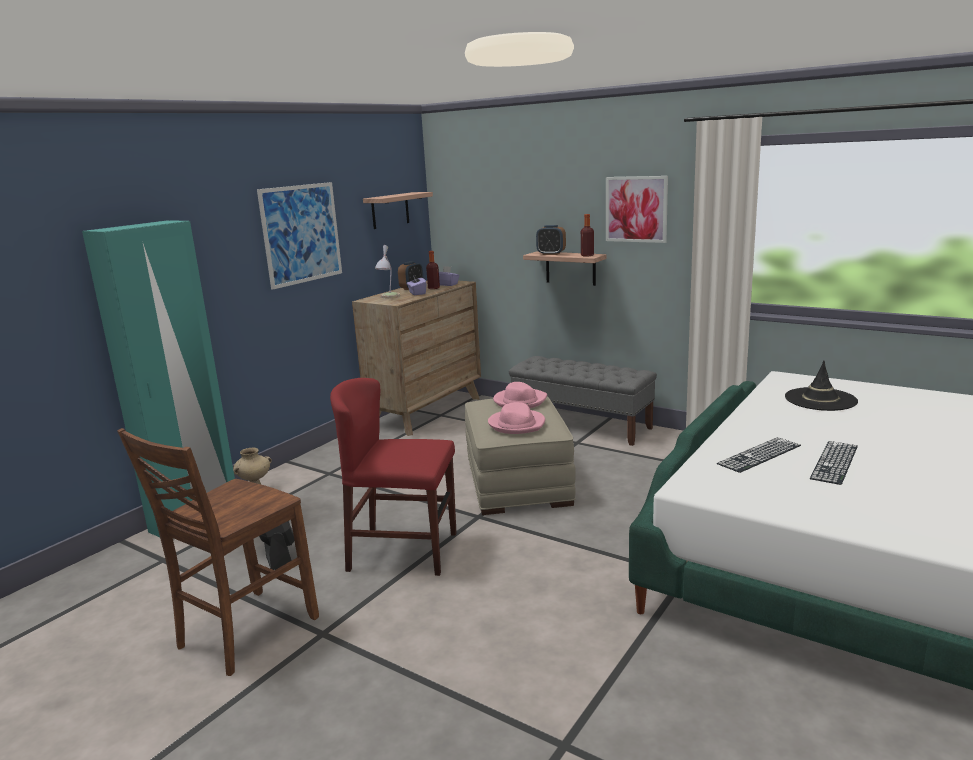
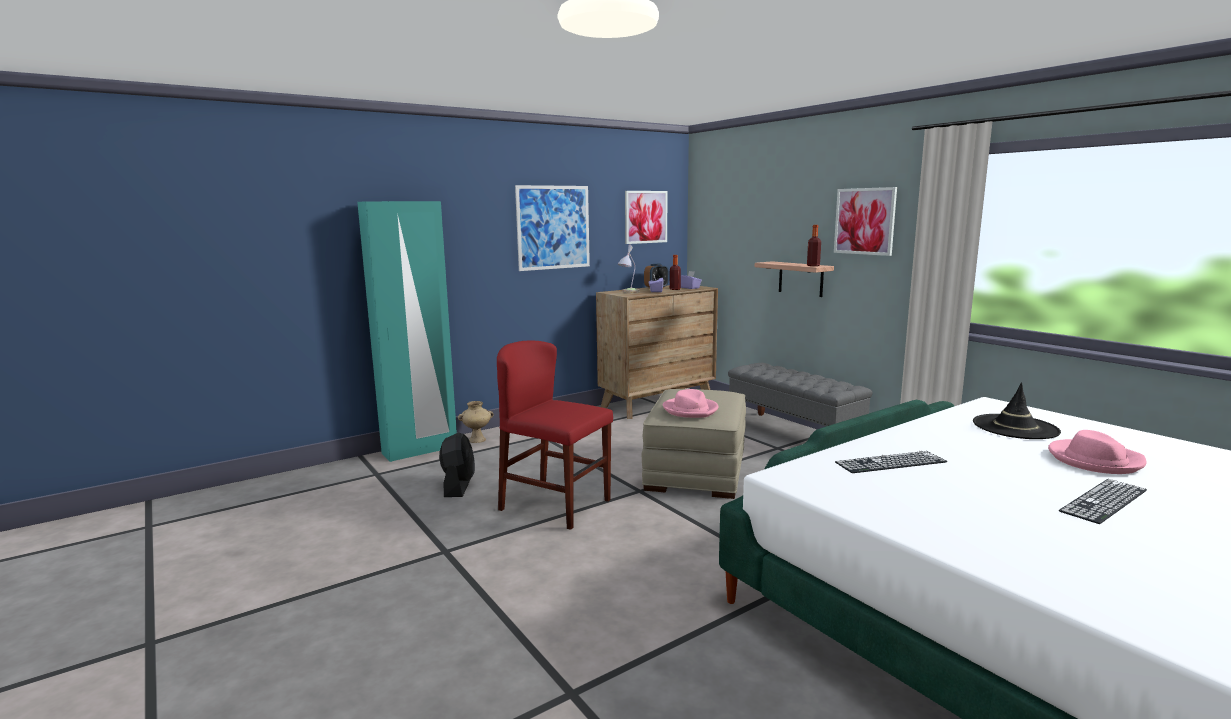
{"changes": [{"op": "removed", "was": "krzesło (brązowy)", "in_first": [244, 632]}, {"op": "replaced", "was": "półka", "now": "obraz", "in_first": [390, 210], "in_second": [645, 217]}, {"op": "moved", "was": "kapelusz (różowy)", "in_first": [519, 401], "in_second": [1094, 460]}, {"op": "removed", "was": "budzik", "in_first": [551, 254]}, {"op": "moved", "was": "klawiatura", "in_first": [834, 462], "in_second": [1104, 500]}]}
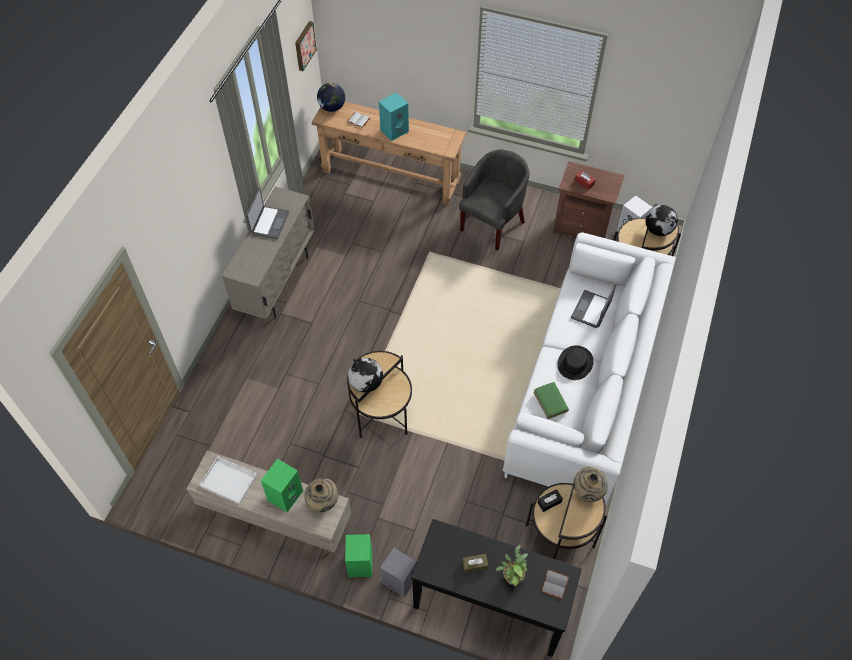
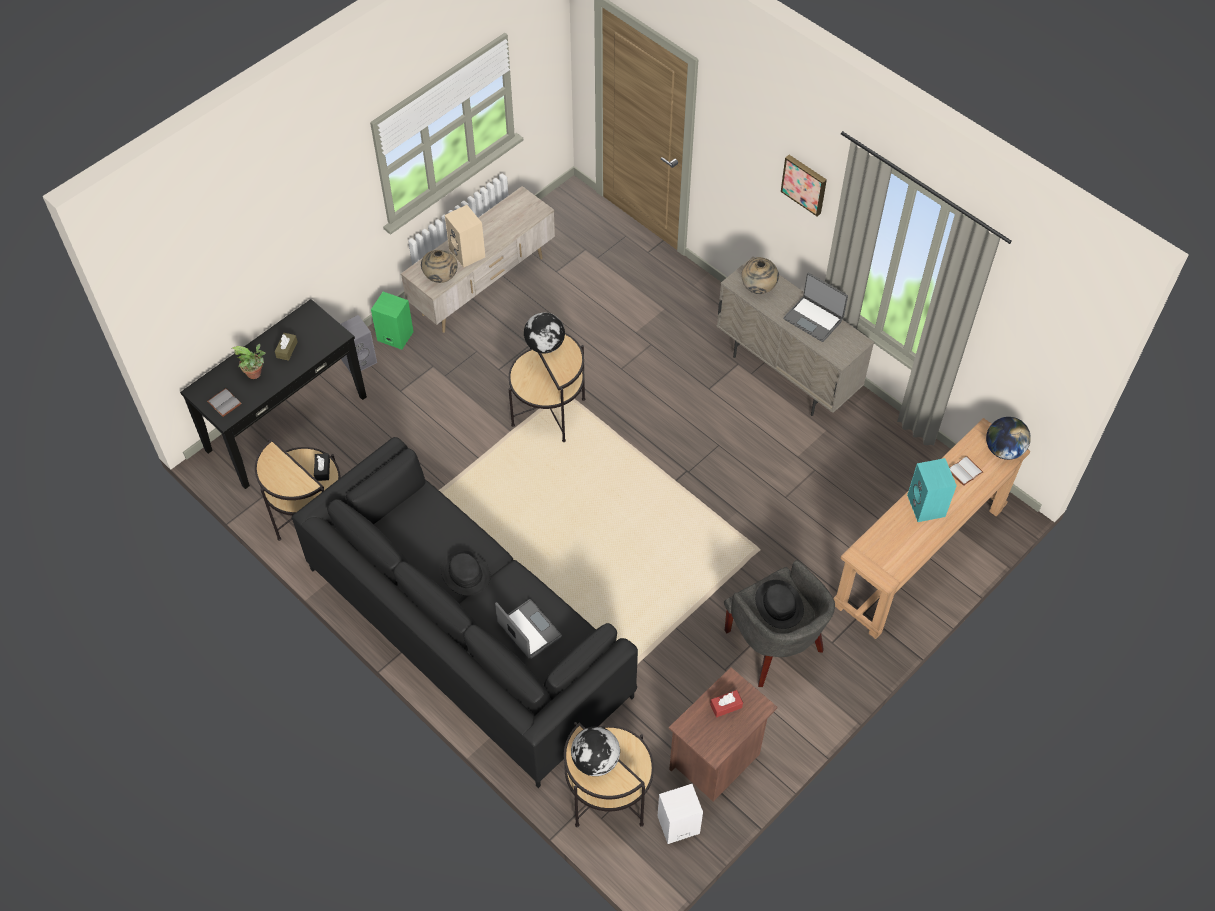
{"changes": [{"op": "removed", "was": "taca (biały)", "in_first": [227, 480]}, {"op": "recoloured", "was": "głośnik (zielony)", "now": "głośnik (beżowy)", "in_first": [285, 494], "in_second": [468, 253]}, {"op": "moved", "was": "obraz", "in_first": [304, 45], "in_second": [805, 184]}, {"op": "recoloured", "was": "kanapa (biały)", "now": "kanapa (czarny)", "in_first": [585, 384], "in_second": [468, 631]}, {"op": "removed", "was": "książka (zielony)", "in_first": [550, 402]}, {"op": "moved", "was": "wazon (beżowy)", "in_first": [587, 492], "in_second": [758, 289]}, {"op": "added", "now": "kapelusz (czarny)", "in_second": [779, 605]}]}
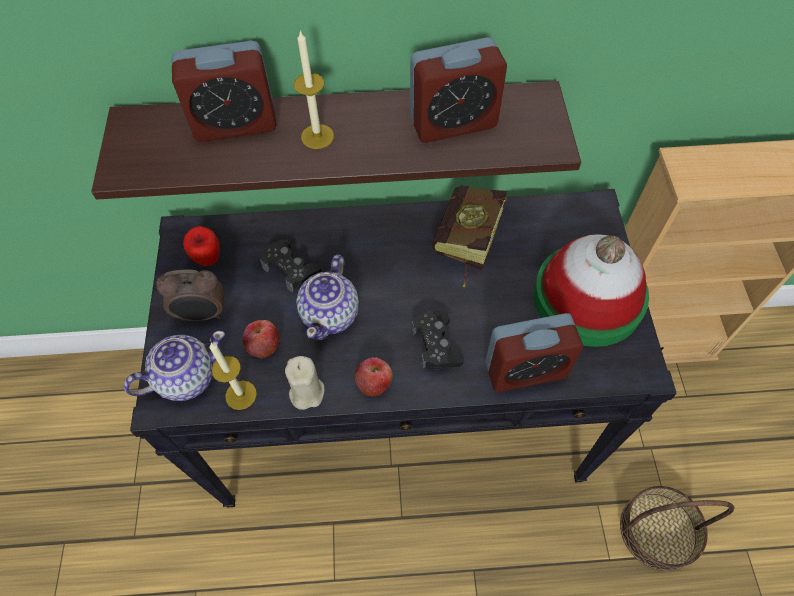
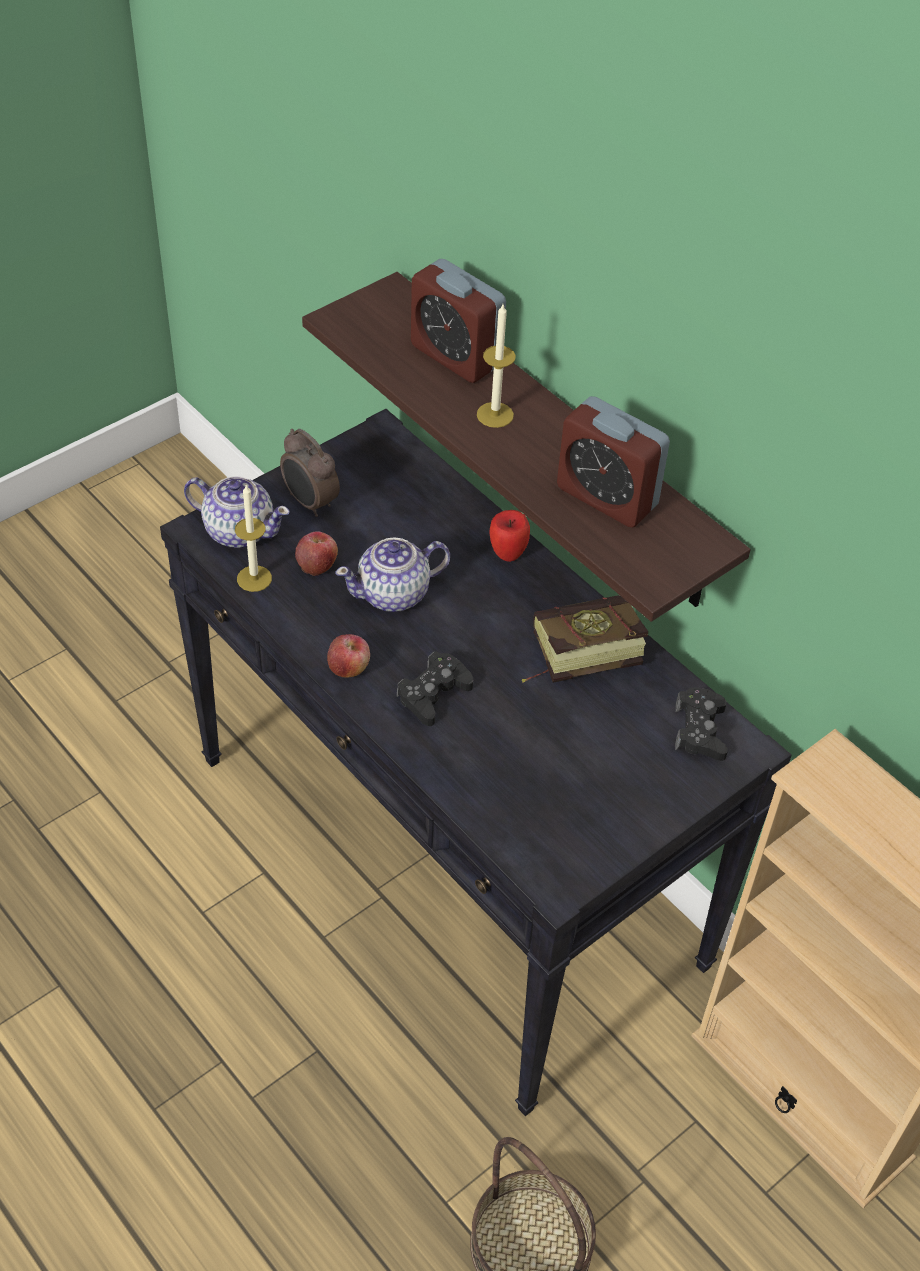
{"changes": [{"op": "moved", "was": "jabłko", "in_first": [208, 259], "in_second": [507, 554]}, {"op": "moved", "was": "pad do gier (czarny)", "in_first": [291, 269], "in_second": [700, 730]}, {"op": "removed", "was": "świeca (beżowy)", "in_first": [306, 392]}, {"op": "removed", "was": "budzik", "in_first": [525, 370]}, {"op": "removed", "was": "kapelusz", "in_first": [588, 298]}]}
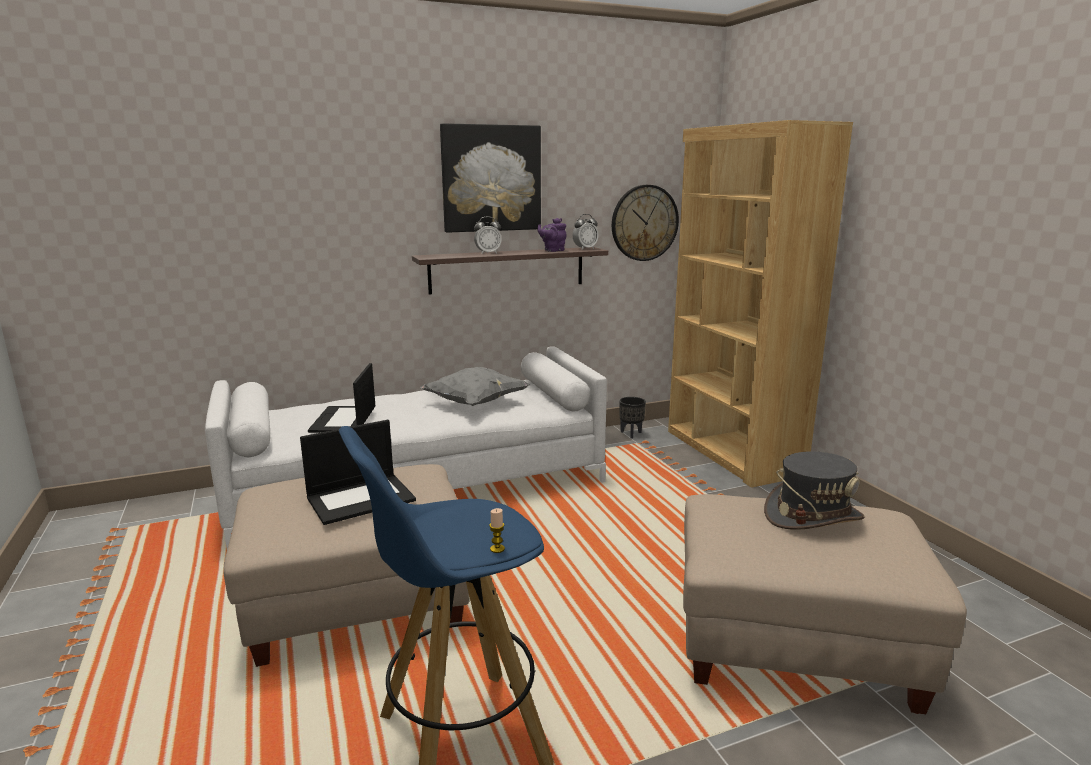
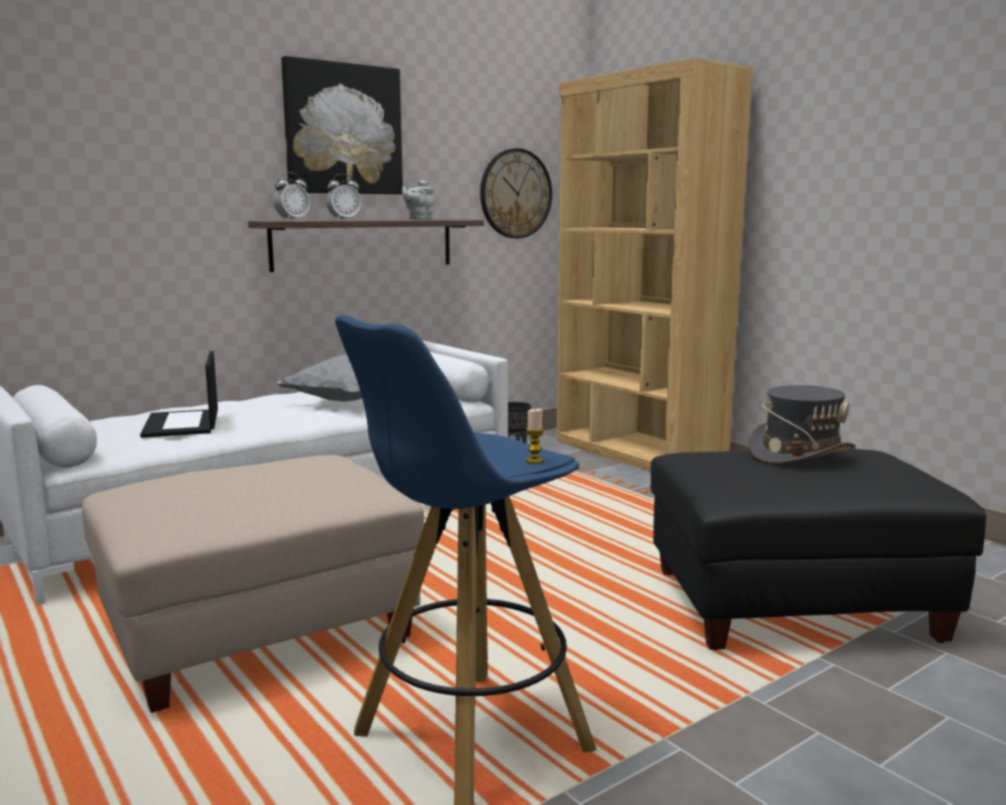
{"changes": [{"op": "removed", "was": "laptop", "in_first": [361, 498]}, {"op": "recoloured", "was": "imbryk (fioletowy)", "now": "imbryk (szary)", "in_first": [552, 250], "in_second": [419, 219]}, {"op": "moved", "was": "budzik", "in_first": [585, 249], "in_second": [292, 220]}, {"op": "recoloured", "was": "pufa (beżowy)", "now": "pufa (czarny)", "in_first": [793, 645], "in_second": [793, 605]}]}
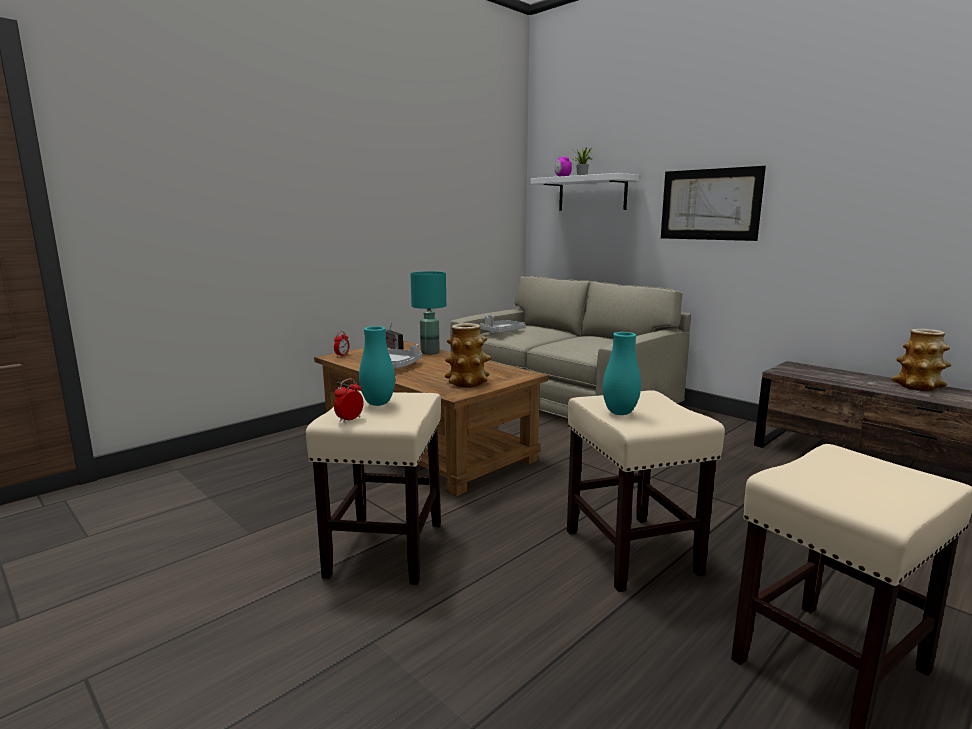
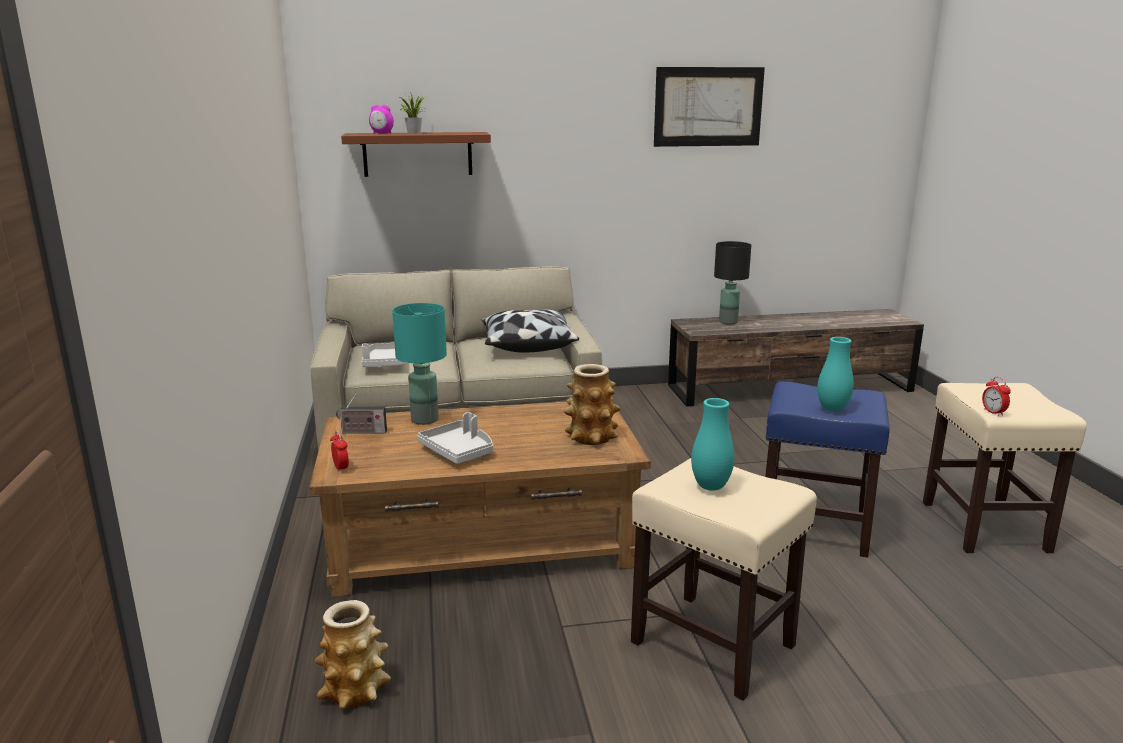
{"changes": [{"op": "moved", "was": "budzik", "in_first": [349, 419], "in_second": [993, 412]}, {"op": "recoloured", "was": "półka (biały)", "now": "półka (brązowy)", "in_first": [592, 193], "in_second": [417, 154]}, {"op": "recoloured", "was": "stołek (beżowy)", "now": "stołek (niebieski)", "in_first": [632, 552], "in_second": [815, 528]}, {"op": "moved", "was": "obraz", "in_first": [709, 204], "in_second": [708, 107]}, {"op": "moved", "was": "wazon", "in_first": [918, 387], "in_second": [356, 690]}, {"op": "added", "now": "poduszka", "in_second": [527, 345]}, {"op": "added", "now": "lampa stołowa (czarny)", "in_second": [728, 322]}]}
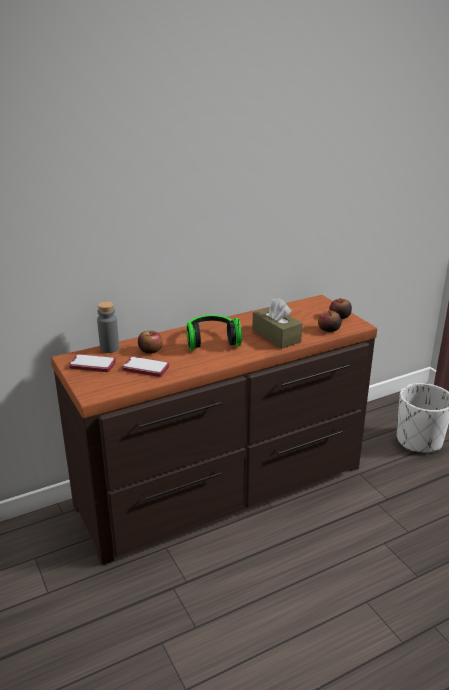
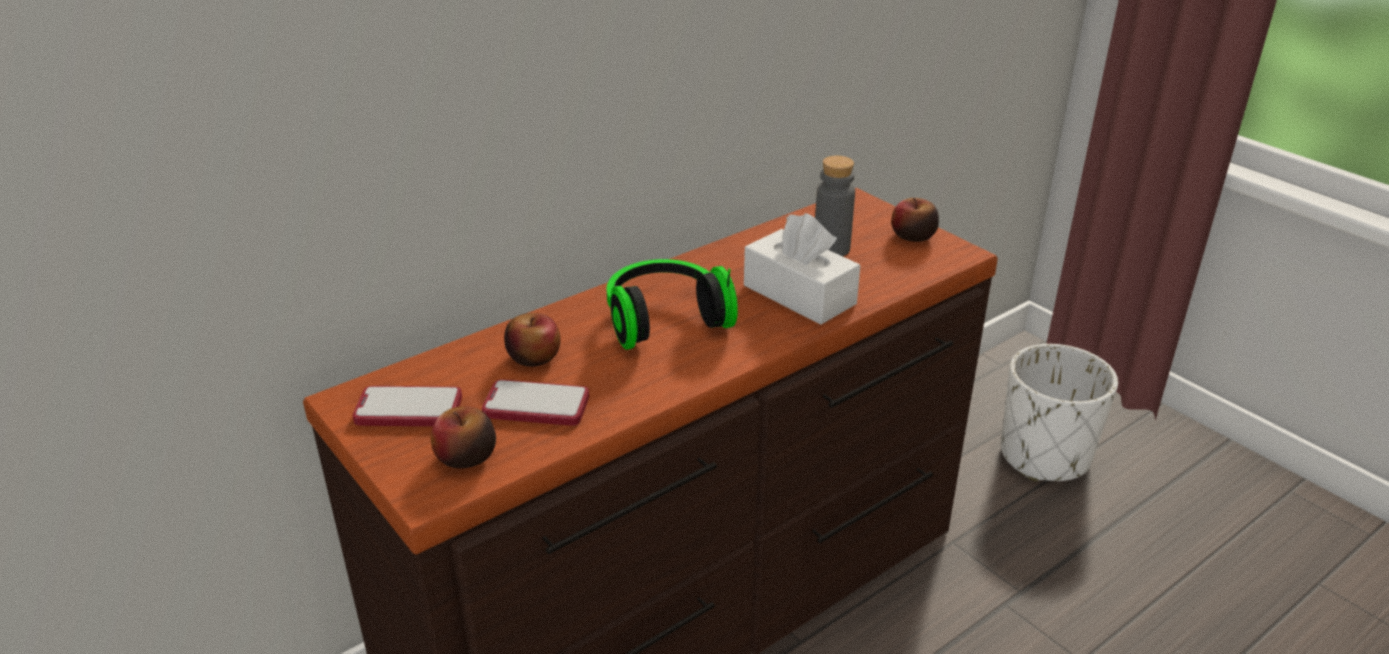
{"changes": [{"op": "moved", "was": "butelka (szary)", "in_first": [109, 348], "in_second": [831, 249]}, {"op": "recoloured", "was": "pudełko chusteczek (brązowy)", "now": "pudełko chusteczek (biały)", "in_first": [276, 336], "in_second": [799, 295]}, {"op": "moved", "was": "jabłko", "in_first": [328, 329], "in_second": [466, 457]}]}
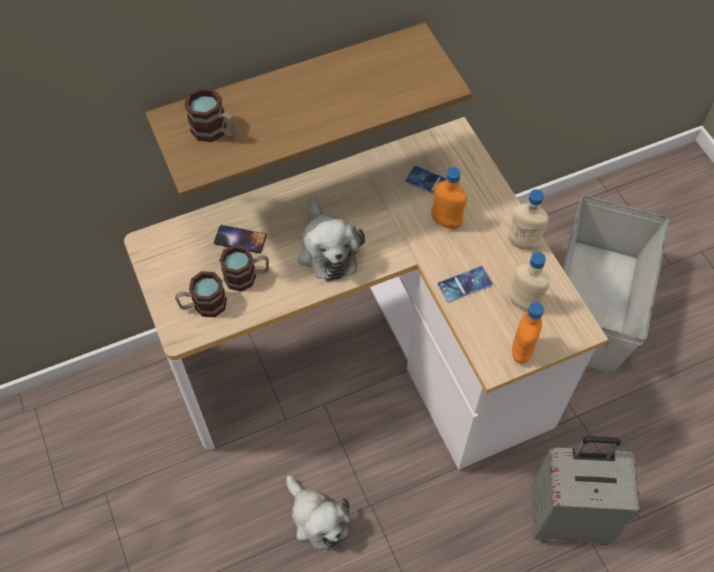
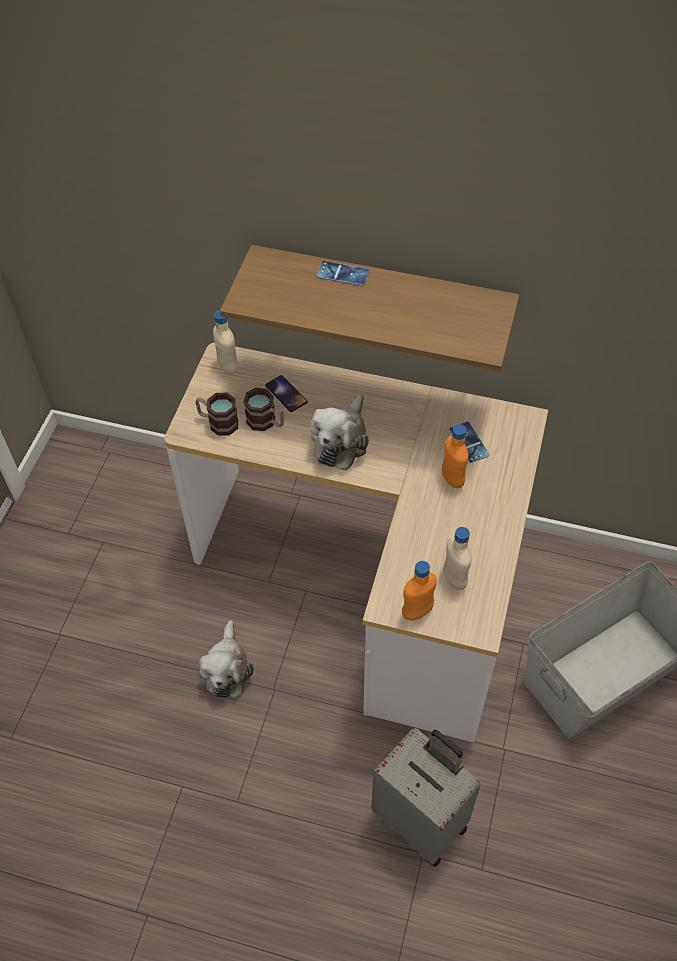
{"changes": [{"op": "removed", "was": "kubek", "in_first": [215, 131]}, {"op": "moved", "was": "telefon", "in_first": [464, 284], "in_second": [343, 274]}, {"op": "moved", "was": "butelka (beżowy)", "in_first": [523, 243], "in_second": [228, 366]}]}
